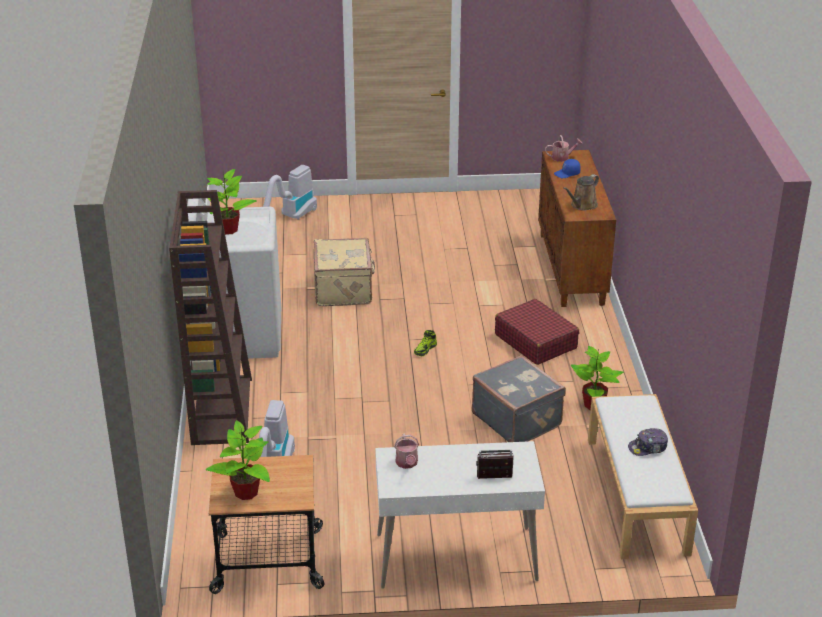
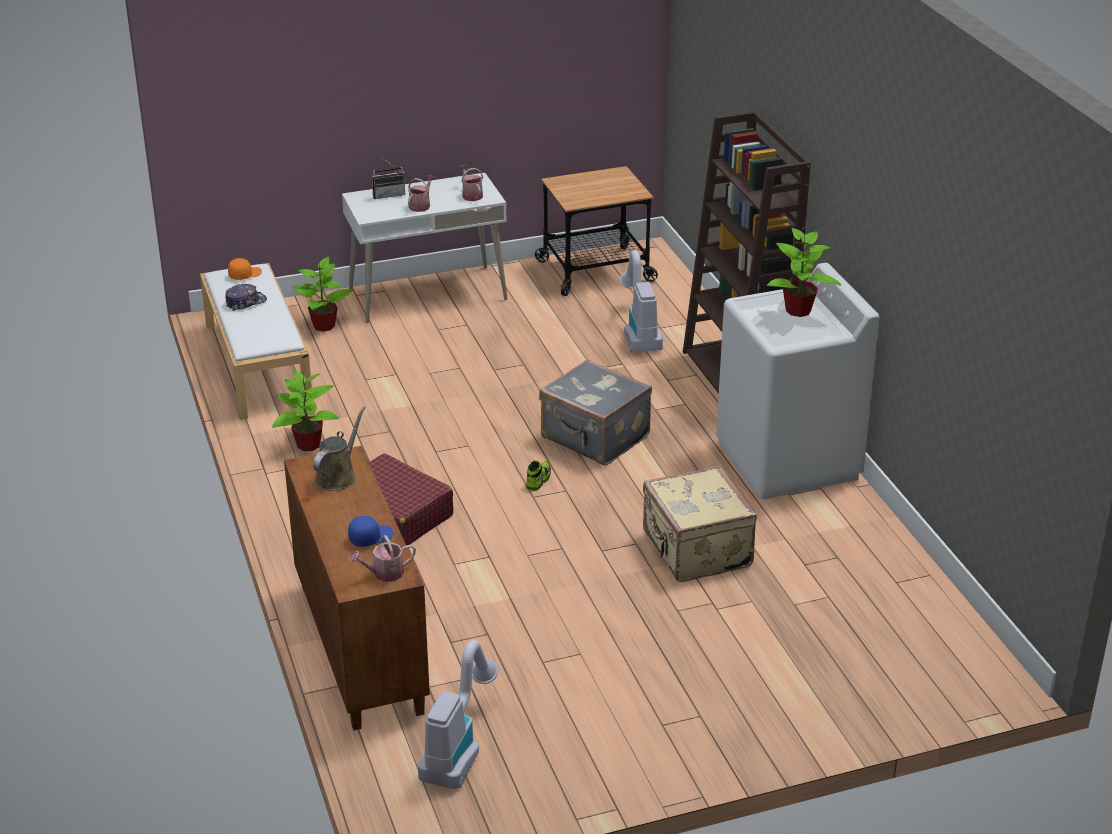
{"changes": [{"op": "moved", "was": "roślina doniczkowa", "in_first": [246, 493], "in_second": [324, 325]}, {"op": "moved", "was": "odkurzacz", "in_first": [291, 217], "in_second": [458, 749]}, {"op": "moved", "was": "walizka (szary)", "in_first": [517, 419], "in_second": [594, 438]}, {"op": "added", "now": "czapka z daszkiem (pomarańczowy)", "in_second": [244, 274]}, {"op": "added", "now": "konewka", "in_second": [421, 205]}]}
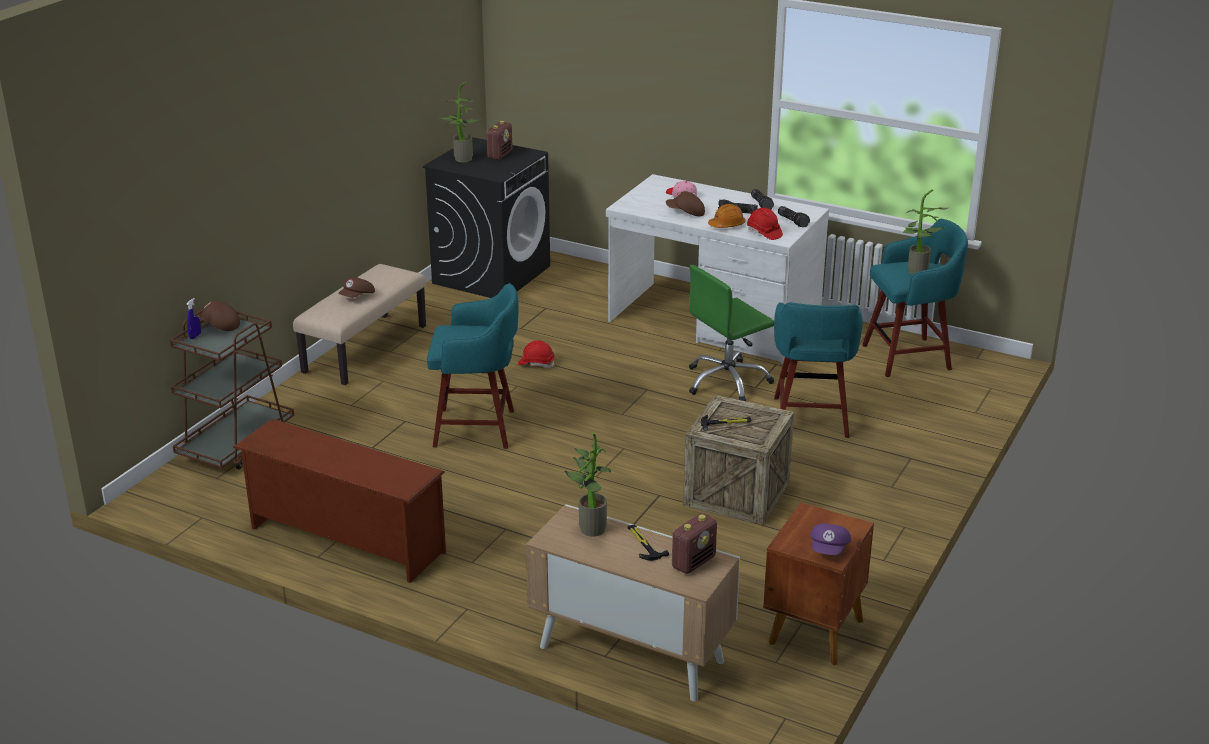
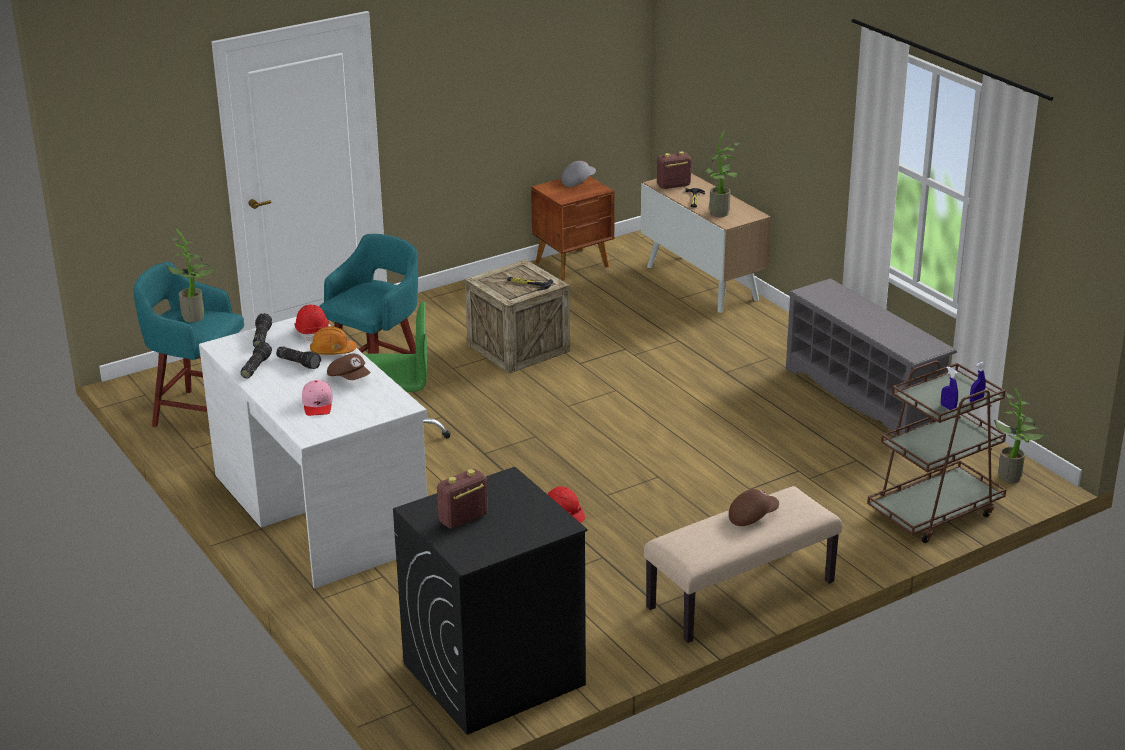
{"changes": [{"op": "replaced", "was": "czapka z daszkiem (brązowy)", "now": "spryskiwacz (niebieski)", "in_first": [218, 325], "in_second": [948, 408]}, {"op": "recoloured", "was": "regał na buty (brązowy)", "now": "regał na buty (szary)", "in_first": [344, 540], "in_second": [864, 397]}, {"op": "removed", "was": "stołek (turkusowy)", "in_first": [477, 429]}, {"op": "moved", "was": "roślina doniczkowa", "in_first": [461, 160], "in_second": [1013, 477]}, {"op": "recoloured", "was": "czapka z daszkiem (fioletowy)", "now": "czapka z daszkiem (szary)", "in_first": [829, 549], "in_second": [578, 181]}]}
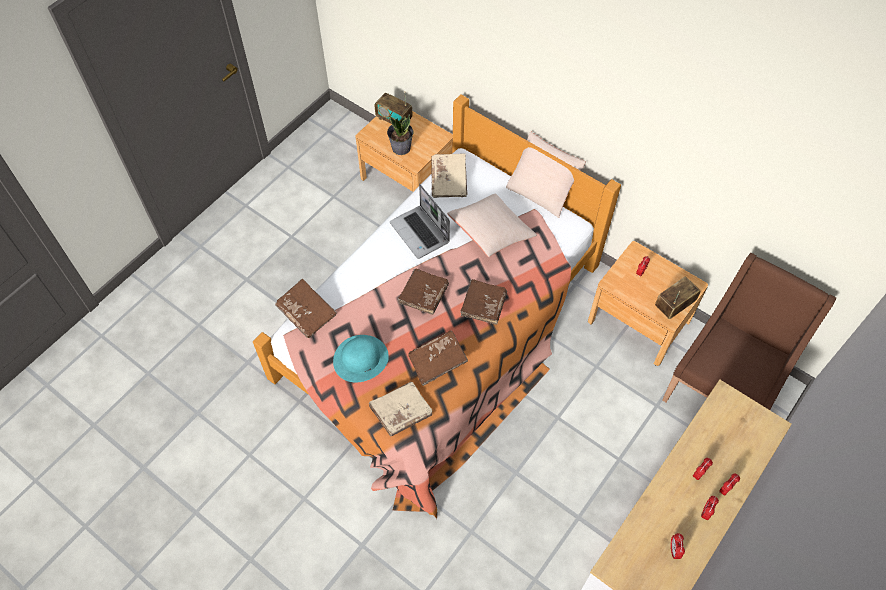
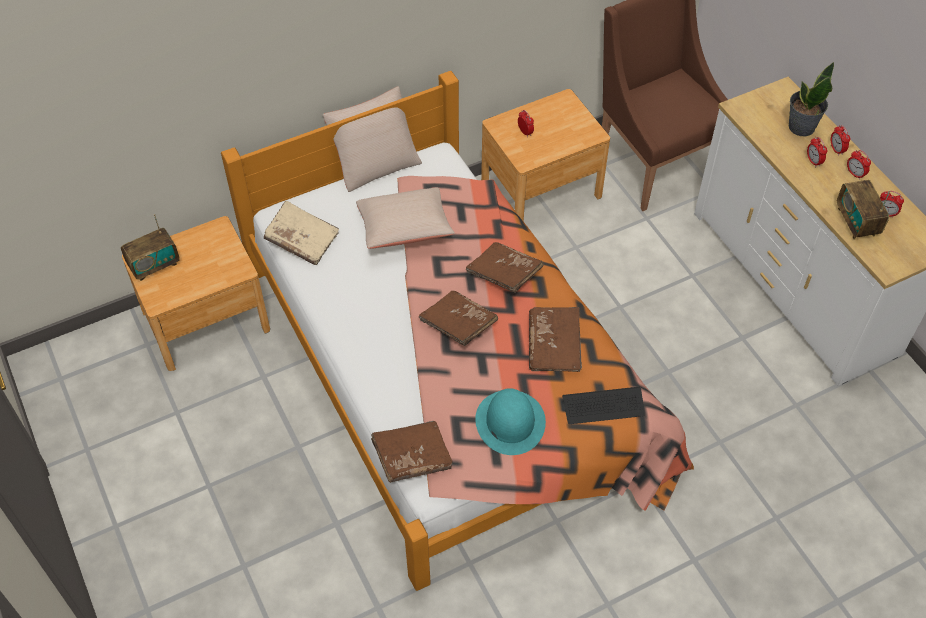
{"changes": [{"op": "replaced", "was": "książka (beżowy)", "now": "klawiatura", "in_first": [401, 412], "in_second": [603, 406]}, {"op": "moved", "was": "roślina doniczkowa", "in_first": [401, 147], "in_second": [801, 127]}, {"op": "removed", "was": "laptop", "in_first": [420, 233]}, {"op": "moved", "was": "radio", "in_first": [674, 306], "in_second": [856, 222]}]}
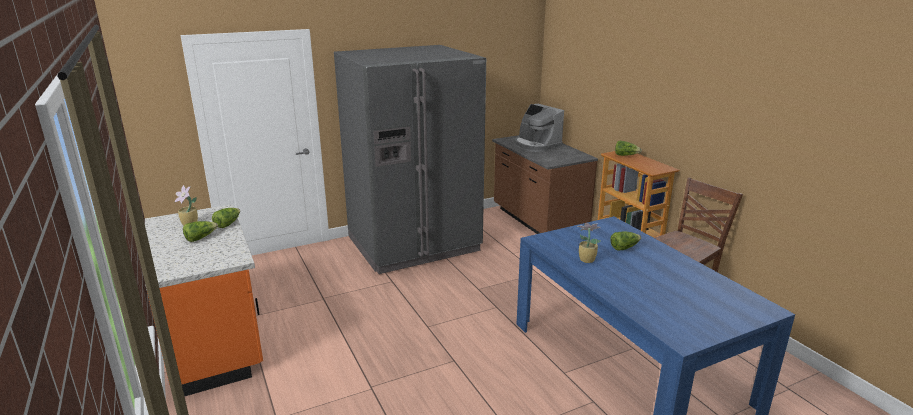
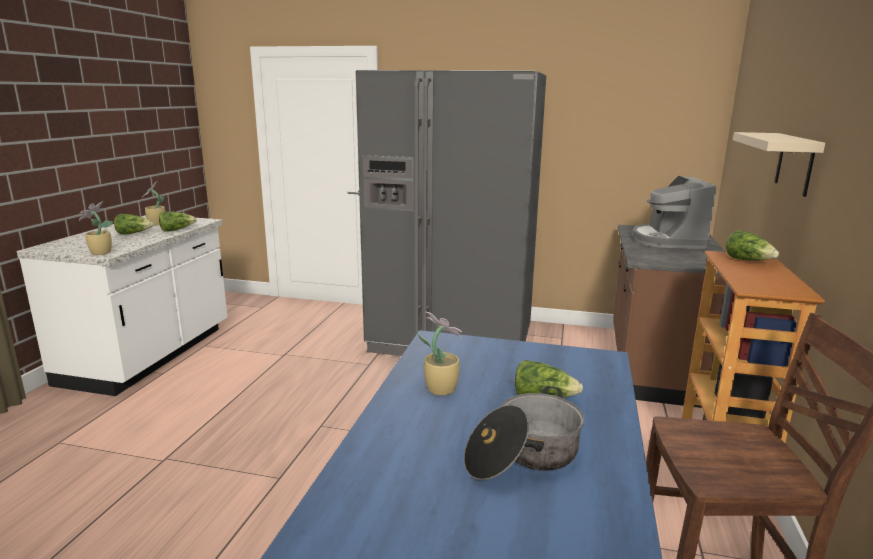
{"changes": [{"op": "recoloured", "was": "zabudowa kuchenna (pomarańczowy)", "now": "zabudowa kuchenna (biały)", "in_first": [215, 342], "in_second": [150, 355]}, {"op": "added", "now": "roślina doniczkowa", "in_second": [100, 253]}, {"op": "added", "now": "garnek", "in_second": [523, 456]}, {"op": "added", "now": "półka (beżowy)", "in_second": [795, 163]}]}
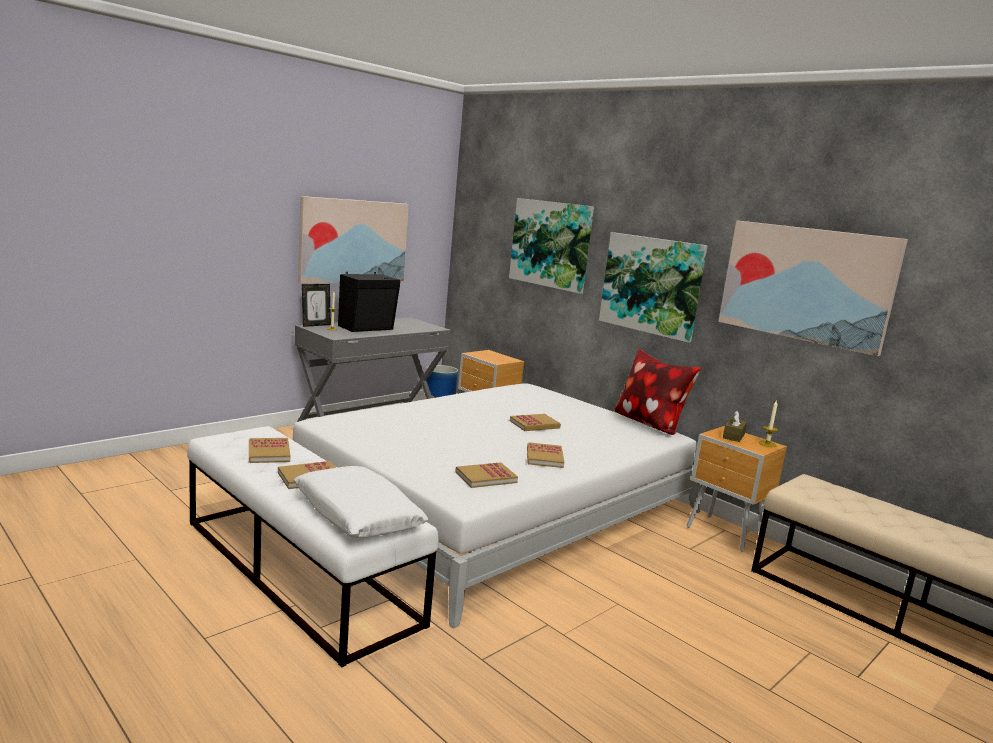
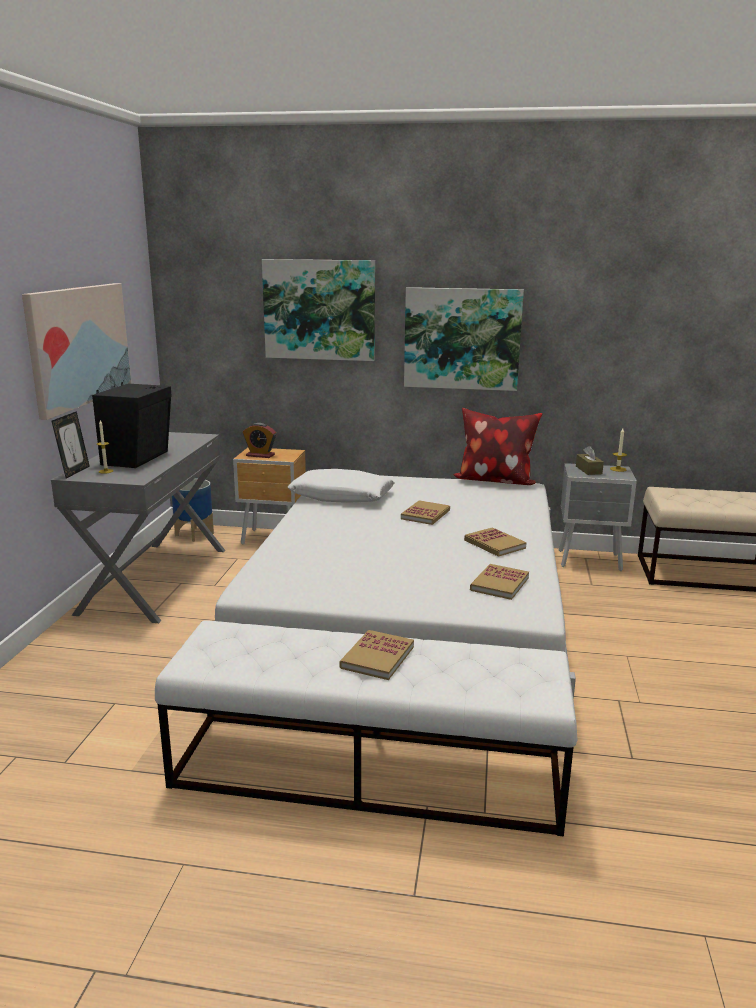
{"changes": [{"op": "removed", "was": "książka", "in_first": [269, 453]}, {"op": "moved", "was": "poduszka (biały)", "in_first": [357, 515], "in_second": [341, 497]}, {"op": "recoloured", "was": "szafka nocna (brązowy)", "now": "szafka nocna (szary)", "in_first": [725, 534], "in_second": [591, 561]}, {"op": "removed", "was": "obraz", "in_first": [806, 284]}, {"op": "added", "now": "budzik", "in_second": [260, 455]}]}
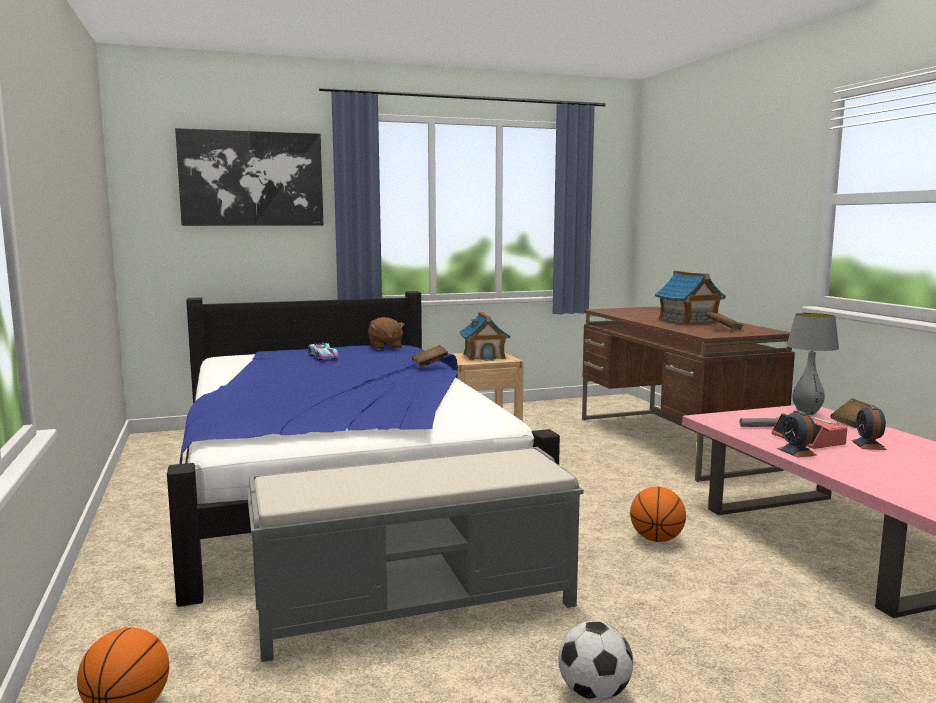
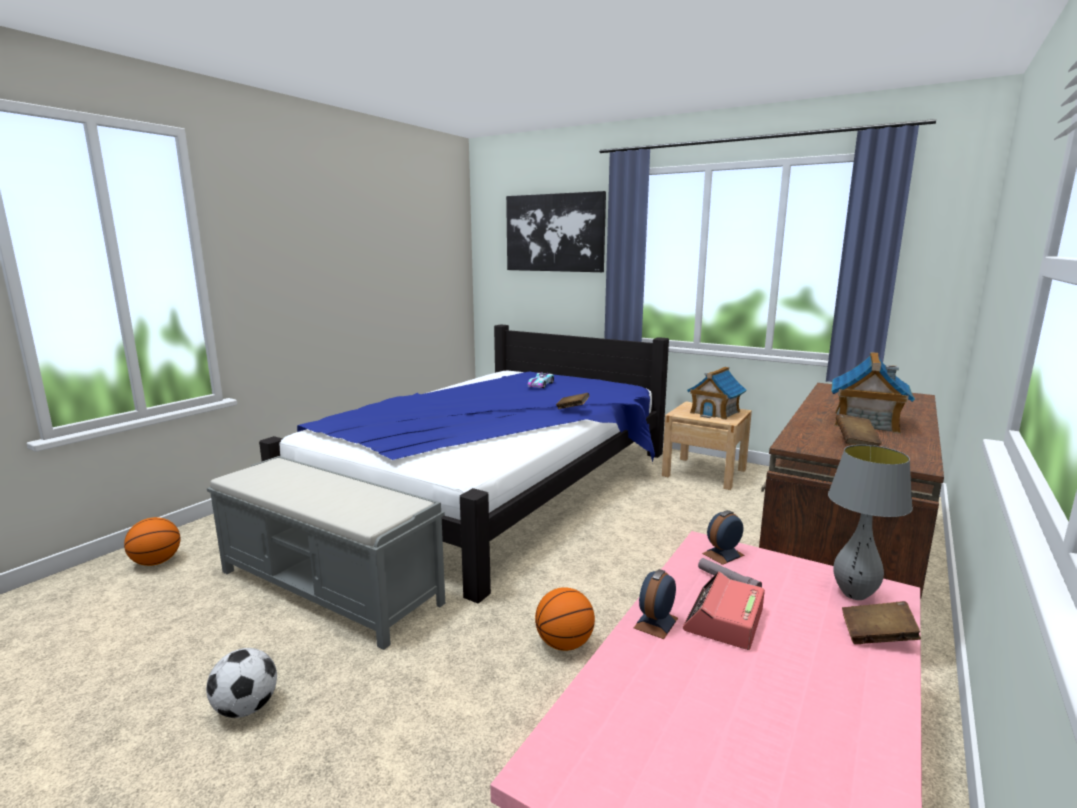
{"changes": [{"op": "removed", "was": "pluszak (brązowy)", "in_first": [385, 347]}, {"op": "moved", "was": "budzik", "in_first": [868, 445], "in_second": [723, 554]}]}
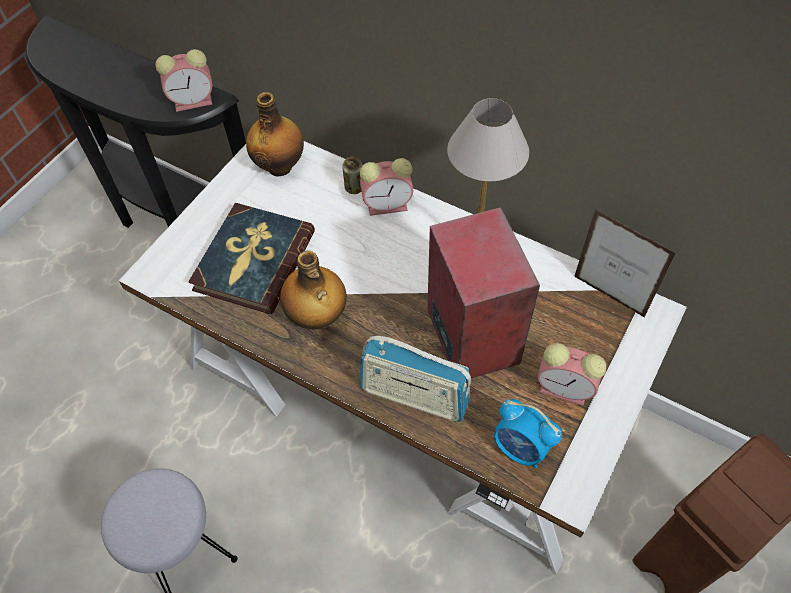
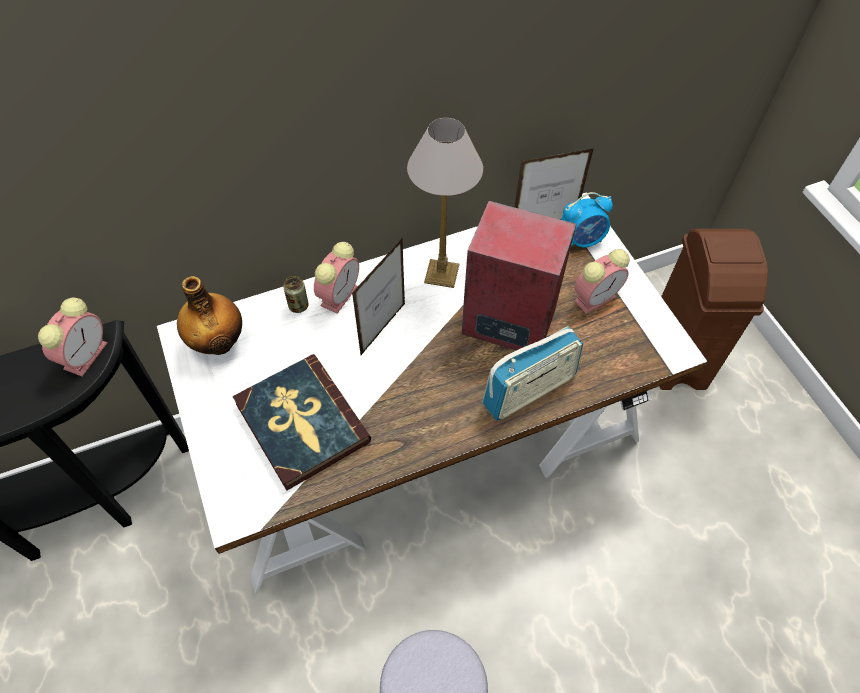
{"changes": [{"op": "removed", "was": "butelka", "in_first": [316, 317]}, {"op": "moved", "was": "budzik", "in_first": [521, 448], "in_second": [582, 240]}, {"op": "added", "now": "ramka na zdjęcie", "in_second": [383, 329]}]}
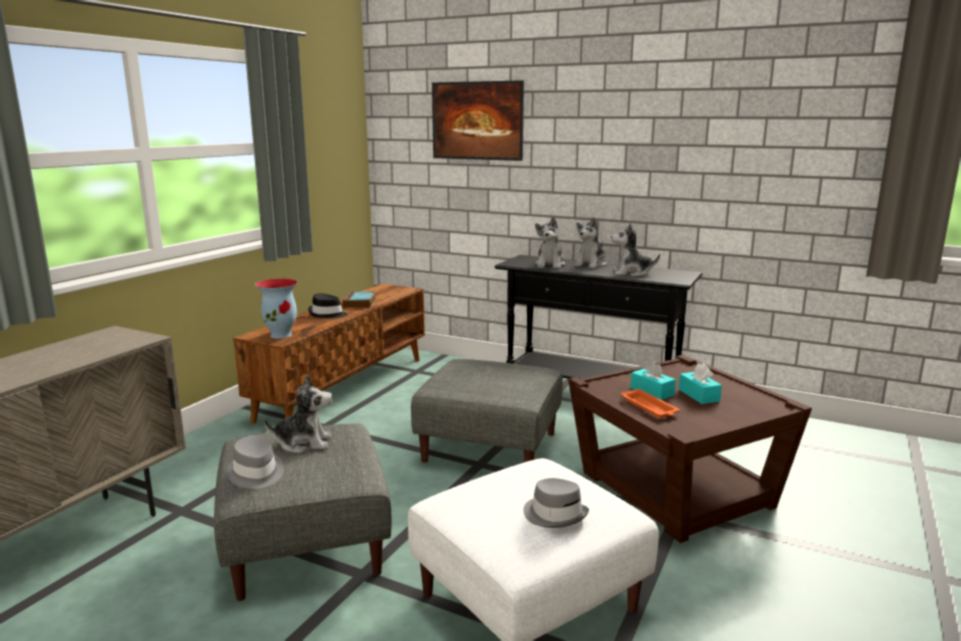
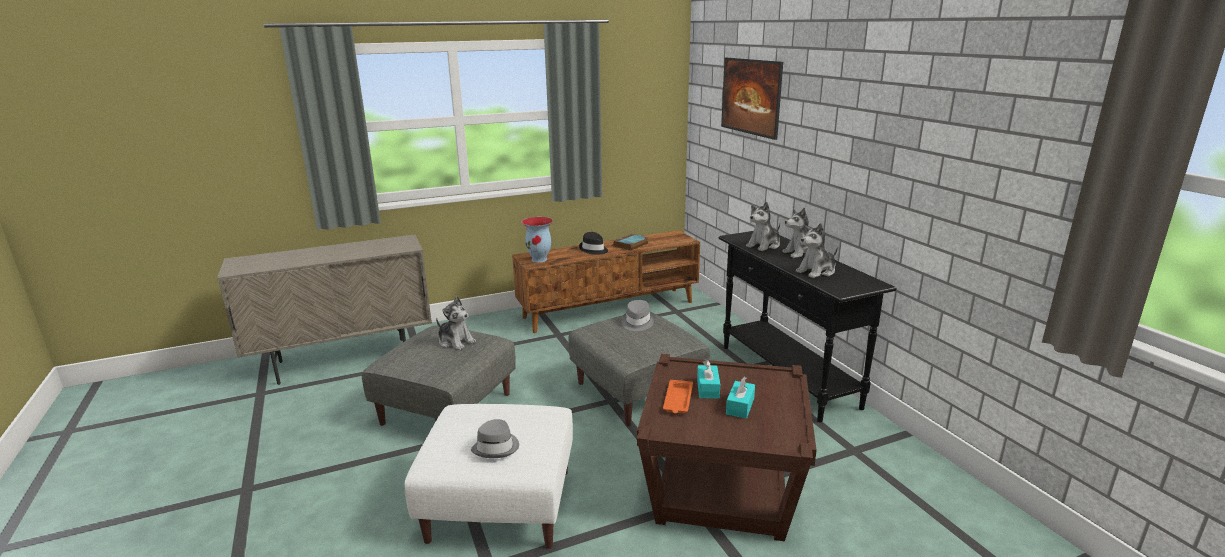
{"changes": [{"op": "moved", "was": "kapelusz (szary)", "in_first": [255, 473], "in_second": [637, 322]}, {"op": "turned", "was": "pluszak", "in_first": [631, 273], "in_second": [817, 271], "clockwise": -75}]}
